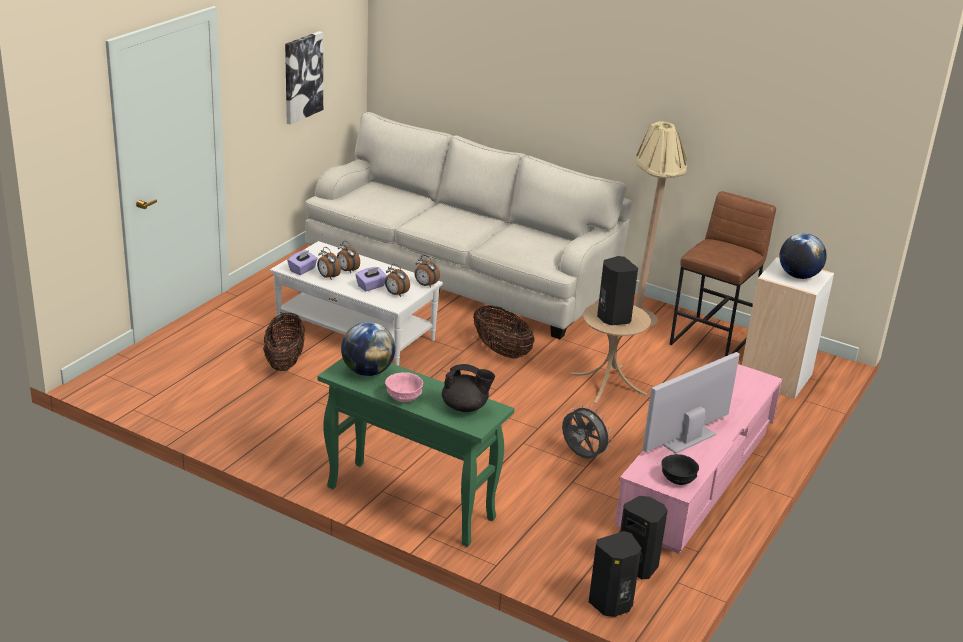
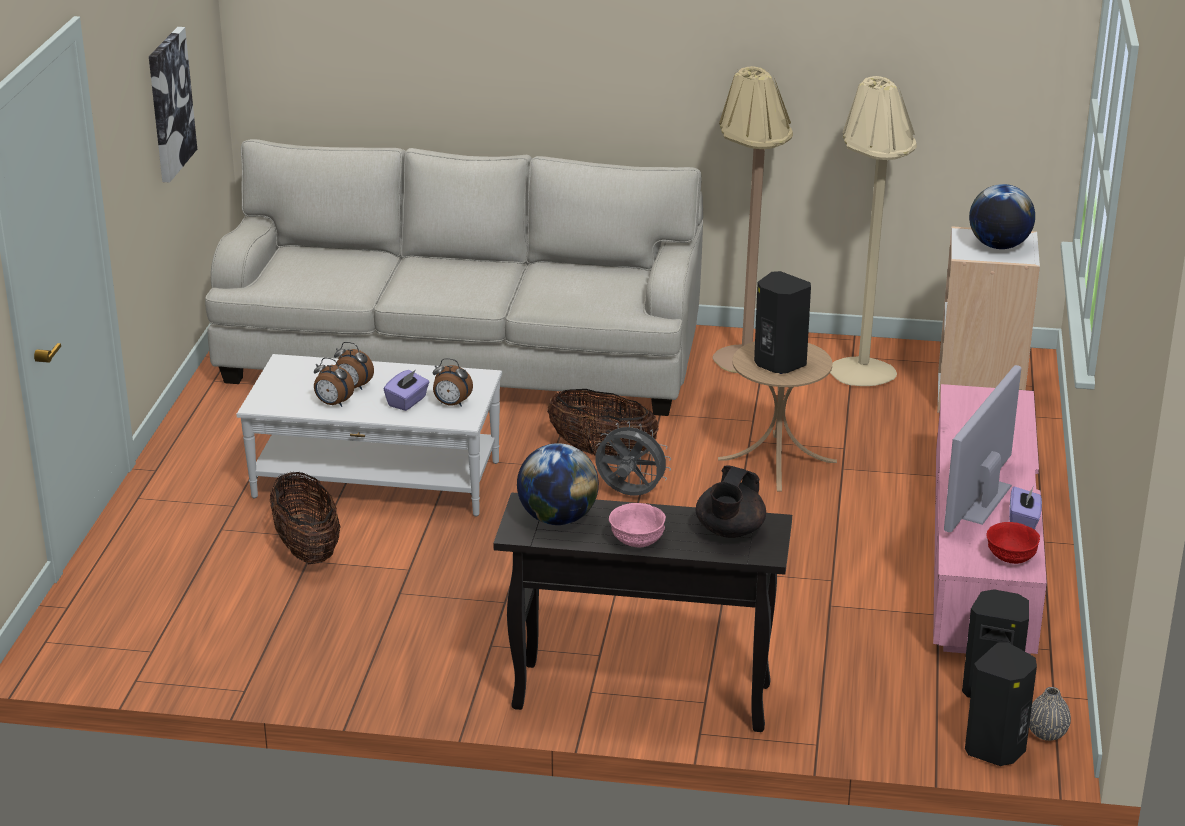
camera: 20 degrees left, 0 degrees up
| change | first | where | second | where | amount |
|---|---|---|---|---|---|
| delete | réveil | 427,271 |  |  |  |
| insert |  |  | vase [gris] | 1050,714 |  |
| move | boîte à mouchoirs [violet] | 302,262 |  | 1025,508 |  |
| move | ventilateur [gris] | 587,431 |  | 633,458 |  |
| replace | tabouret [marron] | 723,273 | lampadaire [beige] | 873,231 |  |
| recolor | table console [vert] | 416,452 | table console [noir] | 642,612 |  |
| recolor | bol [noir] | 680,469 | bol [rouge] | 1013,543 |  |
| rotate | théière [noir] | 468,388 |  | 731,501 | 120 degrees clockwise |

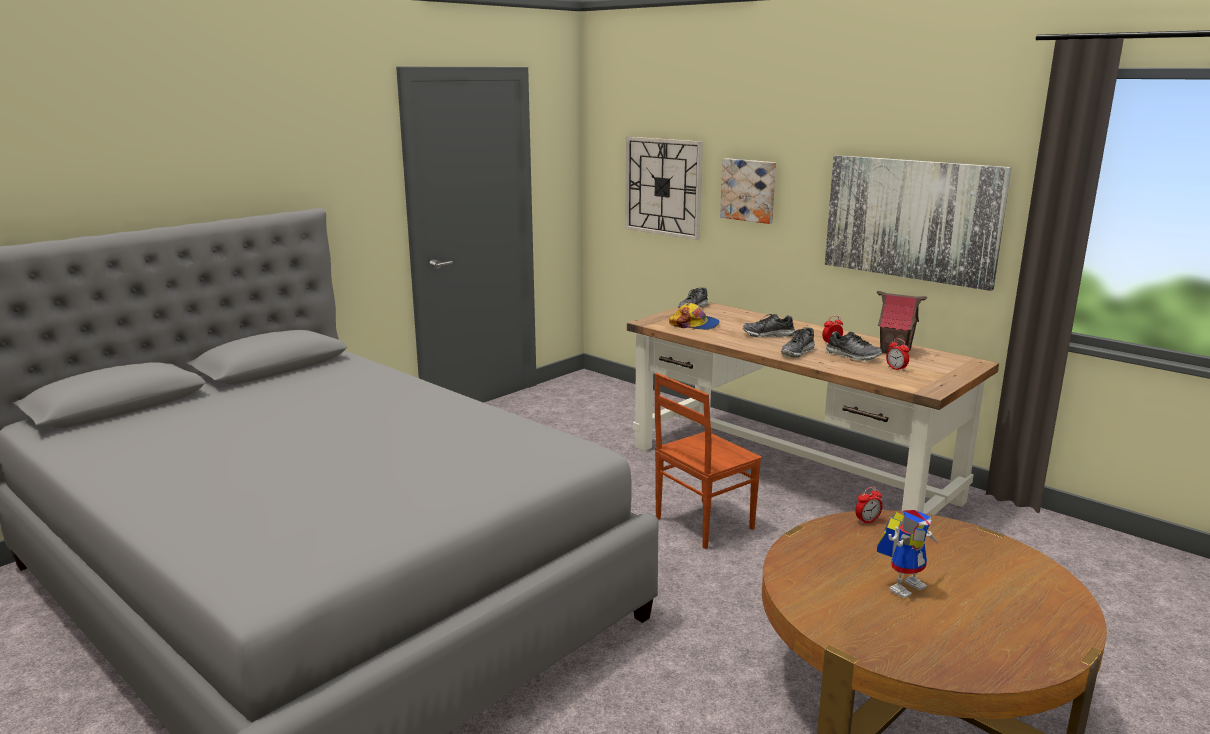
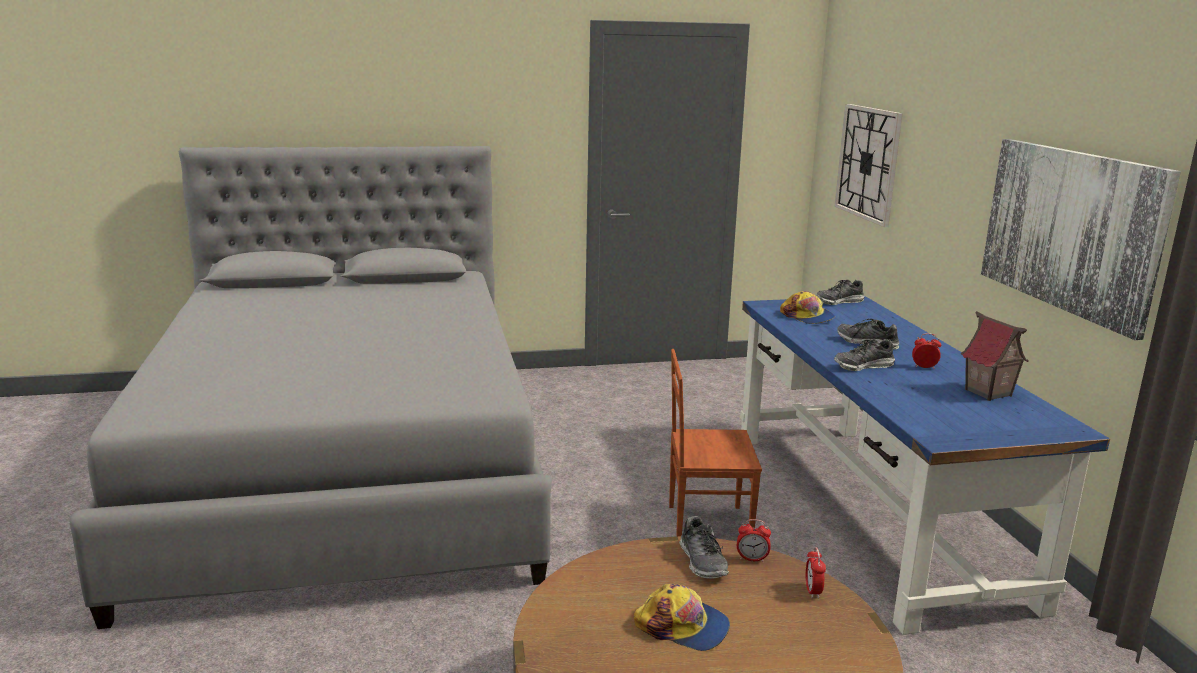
camera: 35 degrees right, 0 degrees up
| change | first | where | second | where | amount |
|---|---|---|---|---|---|
| delete | tableau | 748,191 |  |  |  |
| move | chaussure | 854,346 |  | 704,547 |  |
| move | réveil | 897,354 |  | 815,572 |  |
| replace | robot jouet | 907,554 | casquette | 682,617 |  |
| recolor | bureau [marron] | 813,408 | bureau [bleu] | 925,465 |  |

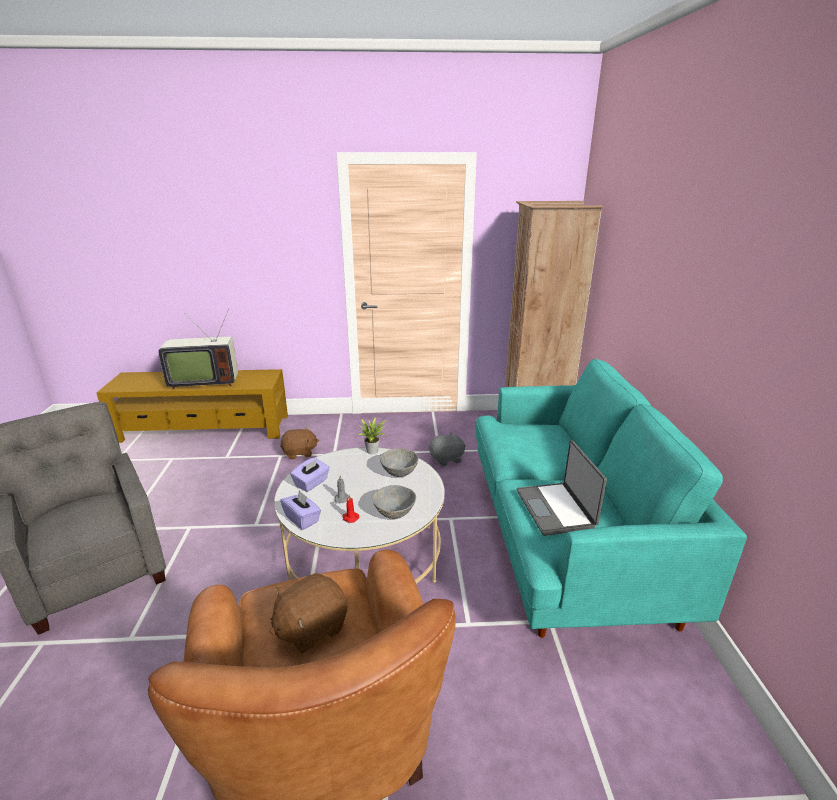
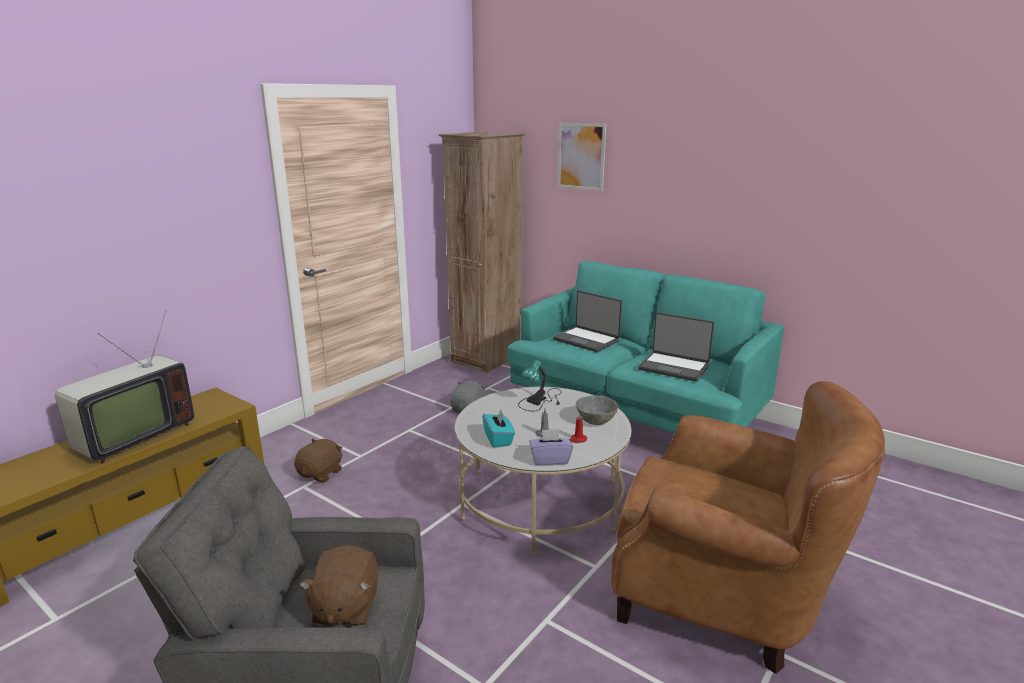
camera: 50 degrees left, 5 degrees down
| change | first | where | second | where | amount |
|---|---|---|---|---|---|
| delete | plante en pot | 372,435 |  |  |  |
| insert |  |  | ordinateur portable | 587,321 |  |
| insert |  |  | tableau | 582,157 |  |
| move | peluche [marron] | 308,613 |  | 338,586 |  |
| replace | bol [gris] | 399,462 | lampe de table | 539,385 |  |
| recolor | boîte à mouchoirs [violet] | 310,474 | boîte à mouchoirs [turquoise] | 498,428 |  |

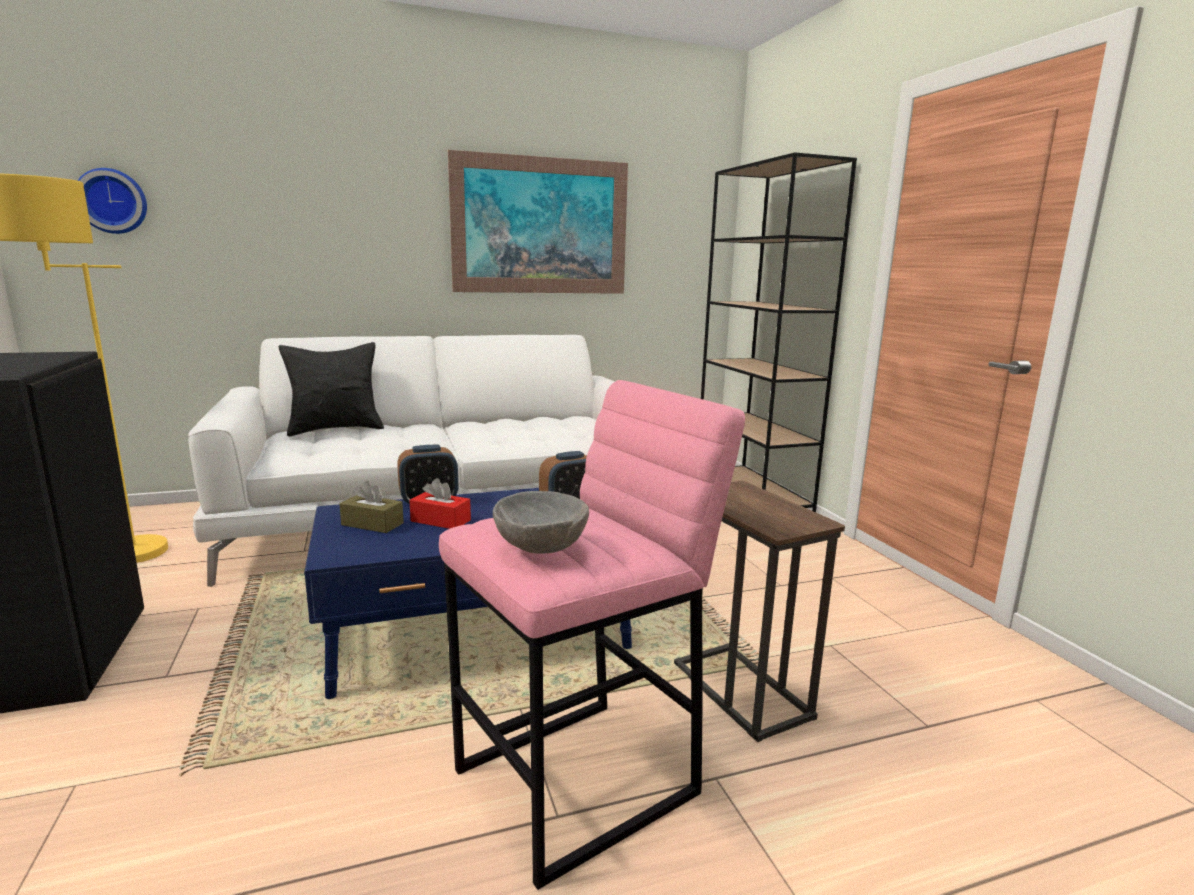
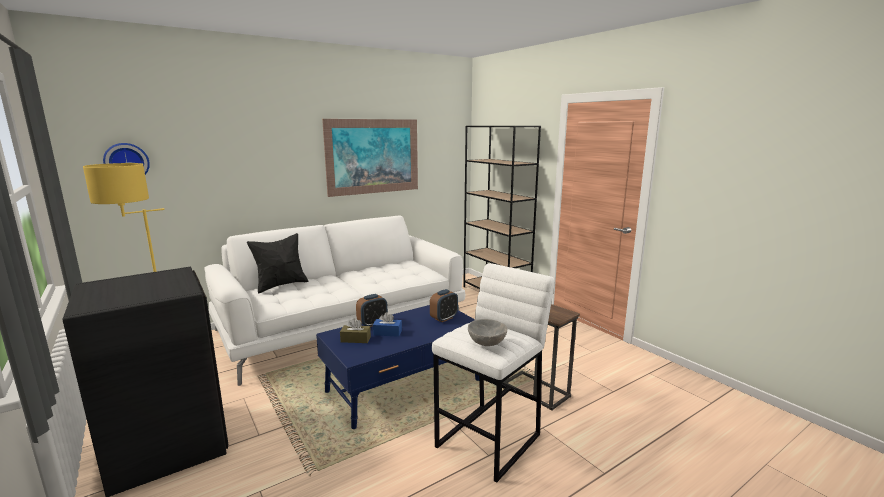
camera: 15 degrees left, 0 degrees up
| change | first | where | second | where | amount |
|---|---|---|---|---|---|
| recolor | boîte à mouchoirs [rouge] | 440,503 | boîte à mouchoirs [bleu] | 387,324 |  |
| recolor | tabouret [rose] | 592,635 | tabouret [blanc] | 493,372 |  |

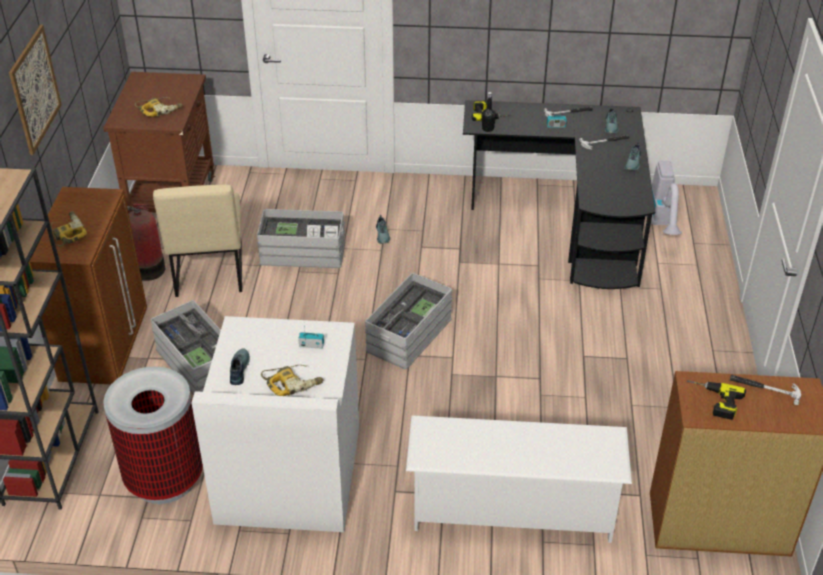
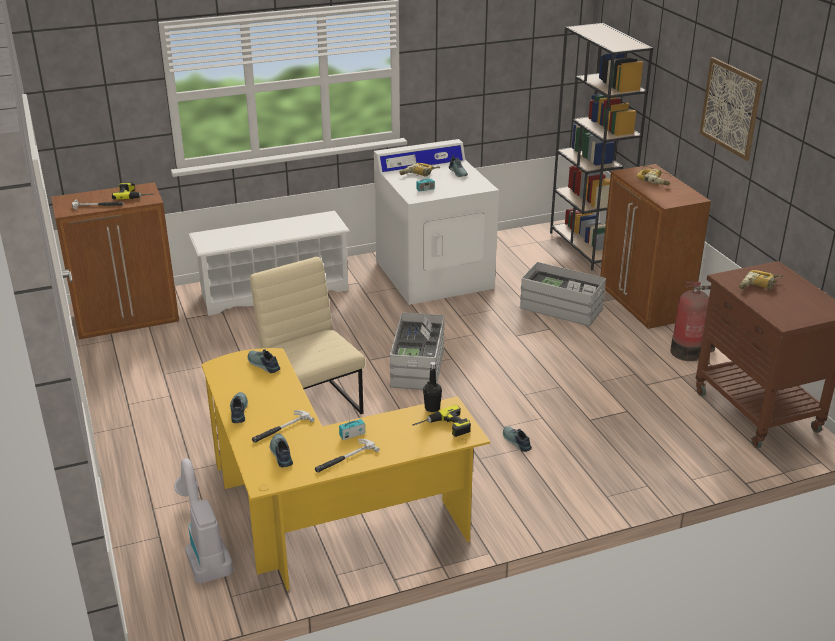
camera: 155 degrees right, 10 degrees down
| change | first | where | second | where | amount |
|---|---|---|---|---|---|
| delete | poubelle | 153,435 |  |  |  |
| delete | boîte de rangement [gris] | 301,238 |  |  |  |
| insert |  |  | chaussure | 263,361 |  |
| move | chaise [beige] | 197,240 |  | 307,335 |  |
| recolor | bureau [noir] | 559,194 | bureau [jaune] | 345,469 |  |

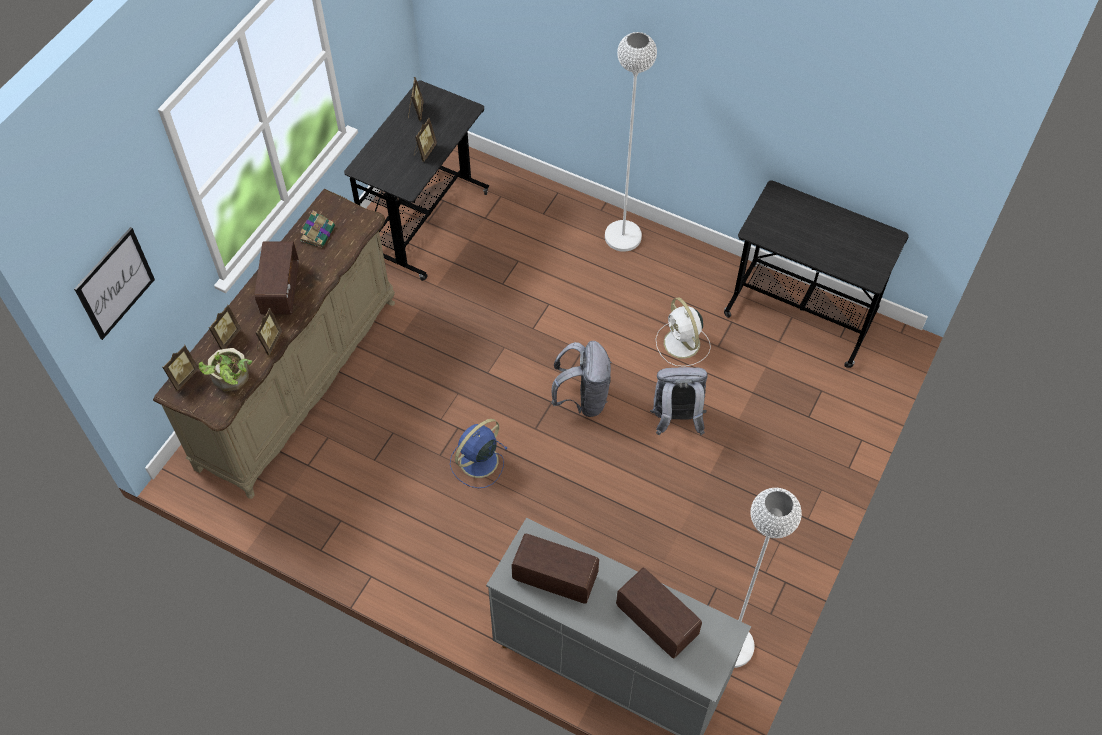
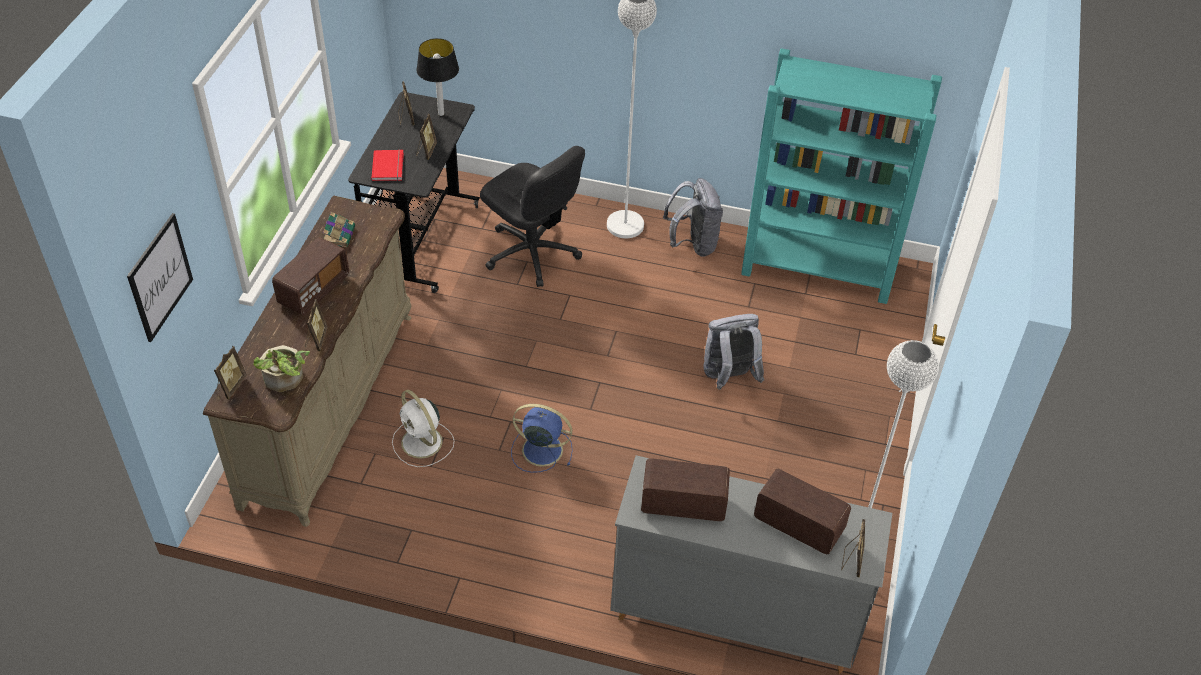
camera: 15 degrees left, 10 degrees down
| change | first | where | second | where | amount |
|---|---|---|---|---|---|
| insert |  |  | livre [rouge] | 387,165 |  |
| insert |  |  | lampe de table | 437,77 |  |
| insert |  |  | chaise de bureau [noir] | 532,216 |  |
| move | cadre photo | 225,327 |  | 853,548 |  |
| move | sac à dos [gris] | 581,379 |  | 693,217 |  |
| move | ventilateur [blanc] | 683,332 |  | 423,428 |  |
| replace | bureau [noir] | 816,274 | bibliothèque [turquoise] | 841,176 |  |
| rotate | radio | 277,278 |  | 310,276 | 45 degrees clockwise |
| rotate | ventilateur [bleu] | 479,453 |  | 542,438 | 75 degrees clockwise |

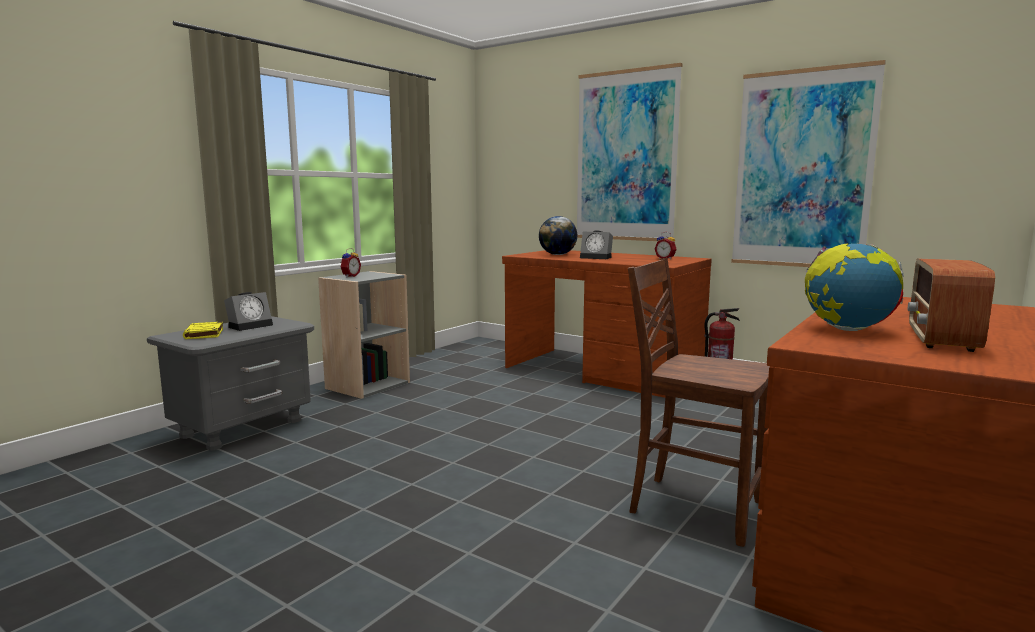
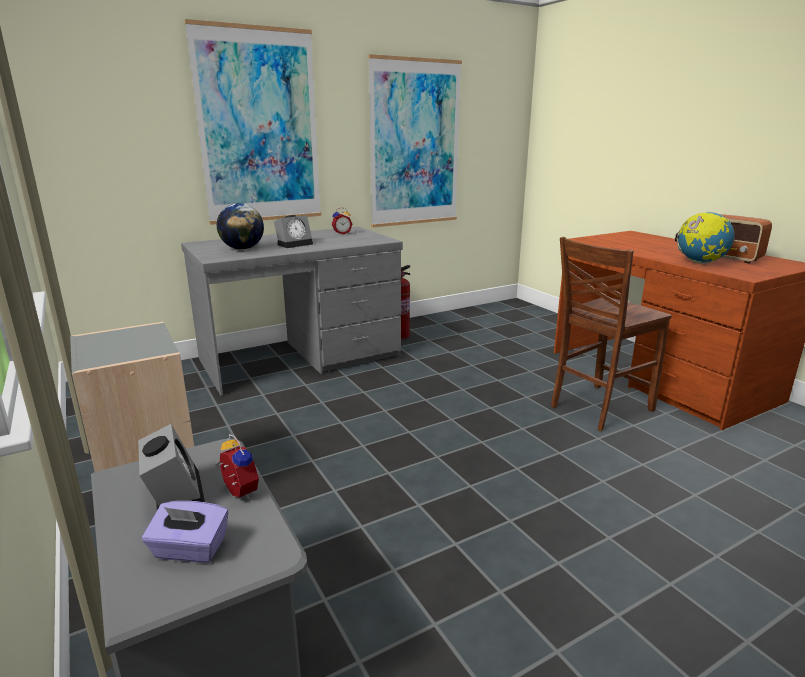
camera: 65 degrees left, 10 degrees up
| change | first | where | second | where | amount |
|---|---|---|---|---|---|
| move | réveil | 350,262 |  | 237,466 |  |
| replace | livre [jaune] | 203,330 | boîte à mouchoirs [violet] | 185,532 |  |
| recolor | bureau [marron] | 607,324 | bureau [gris] | 292,311 |  |

